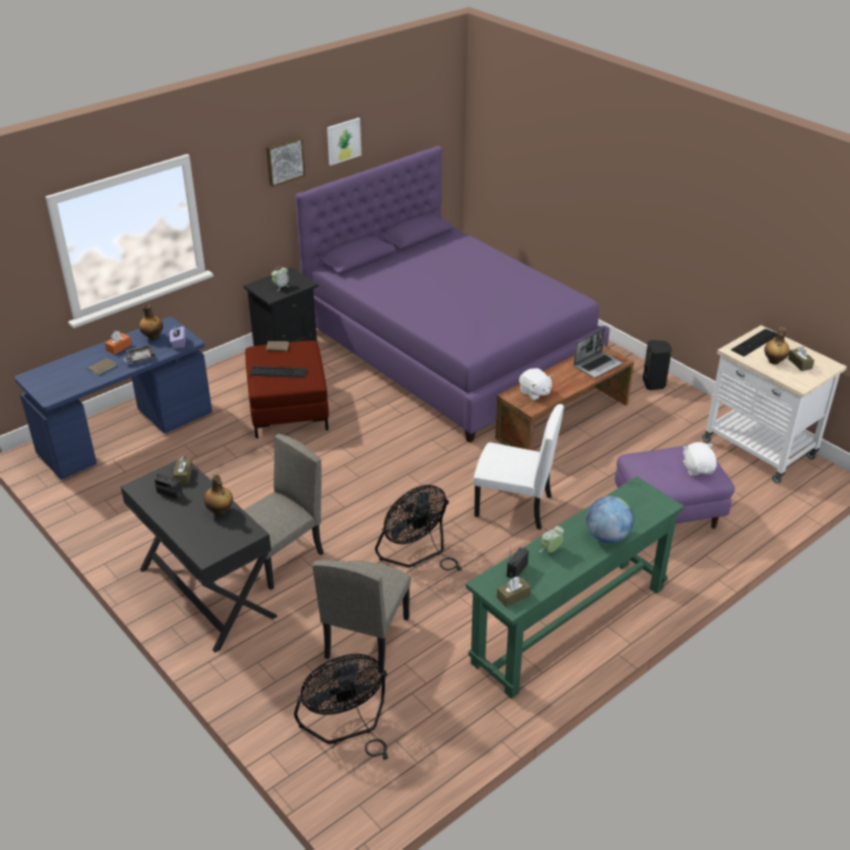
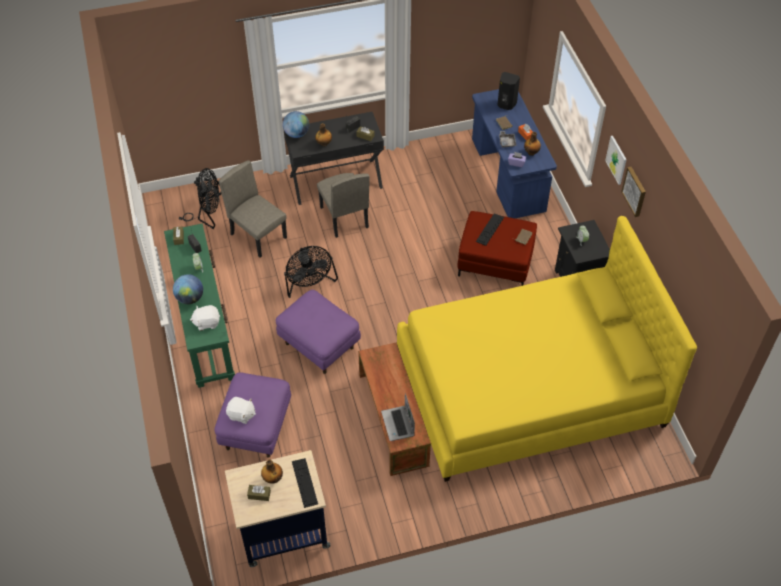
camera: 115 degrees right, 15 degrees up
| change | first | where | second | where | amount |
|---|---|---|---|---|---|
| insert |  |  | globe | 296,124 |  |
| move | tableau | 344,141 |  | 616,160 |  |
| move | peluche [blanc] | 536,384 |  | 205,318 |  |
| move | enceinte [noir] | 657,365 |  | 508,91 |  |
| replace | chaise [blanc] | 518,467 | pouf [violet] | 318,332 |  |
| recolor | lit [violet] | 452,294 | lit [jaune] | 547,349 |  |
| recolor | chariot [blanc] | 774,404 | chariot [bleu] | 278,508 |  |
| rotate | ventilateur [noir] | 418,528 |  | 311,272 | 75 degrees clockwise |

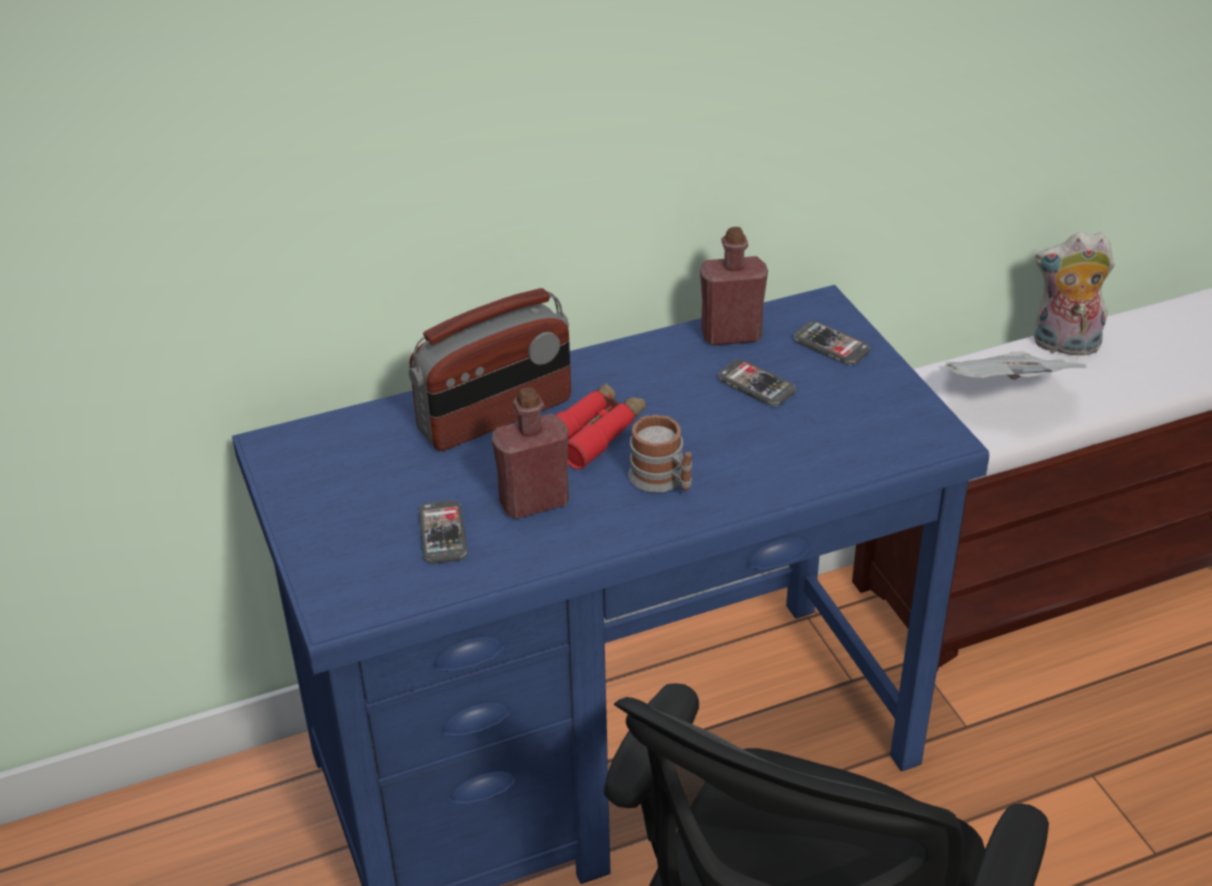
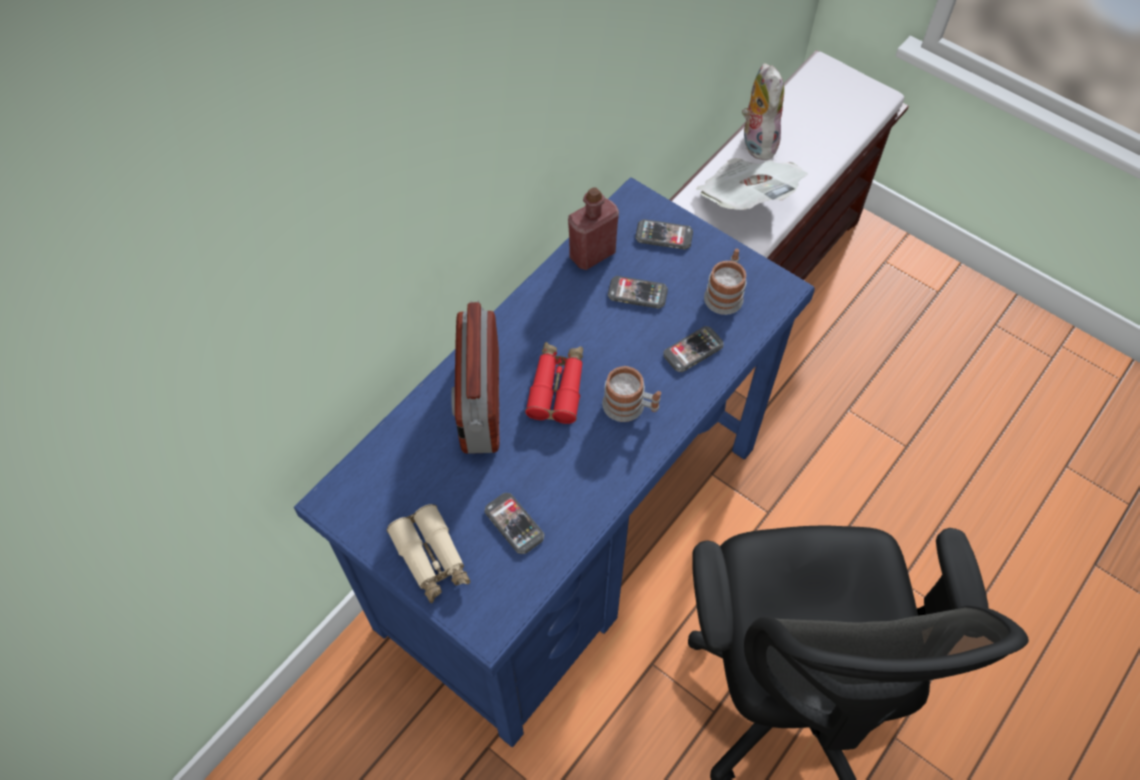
camera: 30 degrees left, 20 degrees up
| change | first | where | second | where | amount |
|---|---|---|---|---|---|
| delete | bouteille [rouge] | 530,453 |  |  |  |
| insert |  |  | jumelles [beige] | 428,553 |  |
| insert |  |  | téléphone | 693,349 |  |
| insert |  |  | mug | 725,282 |  |
| rotate | radio | 490,369 |  | 475,377 | 150 degrees clockwise |
| rotate | peluche | 1074,294 |  | 763,111 | 105 degrees clockwise |

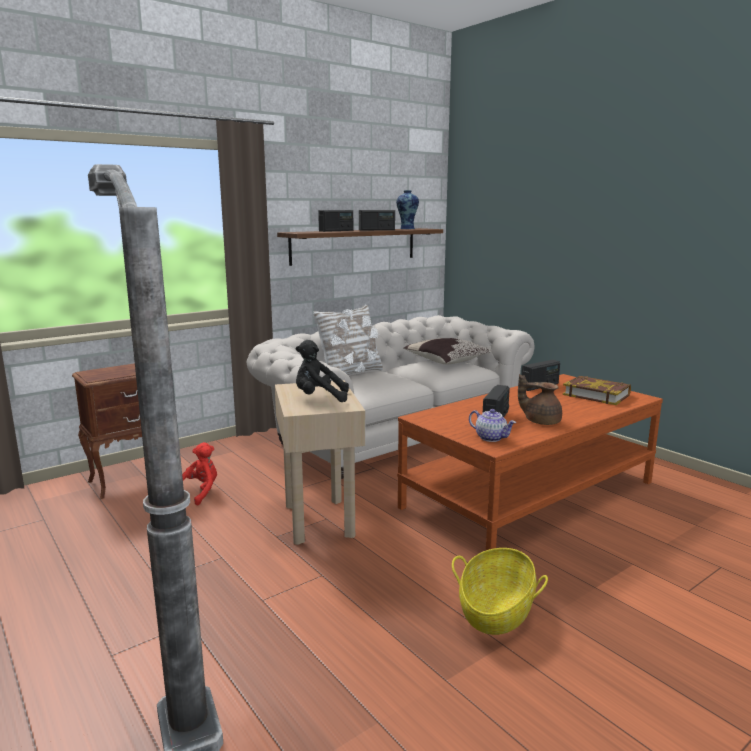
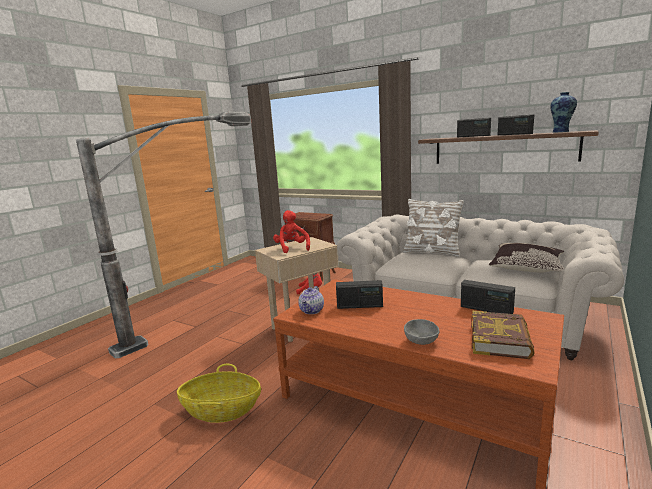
camera: 70 degrees right, 0 degrees up
| change | first | where | second | where | amount |
|---|---|---|---|---|---|
| delete | théière [marron] | 540,399 |  |  |  |
| insert |  |  | bol [gris] | 422,332 |  |
| recolor | peluche [noir] | 322,371 | peluche [rouge] | 291,231 |  |

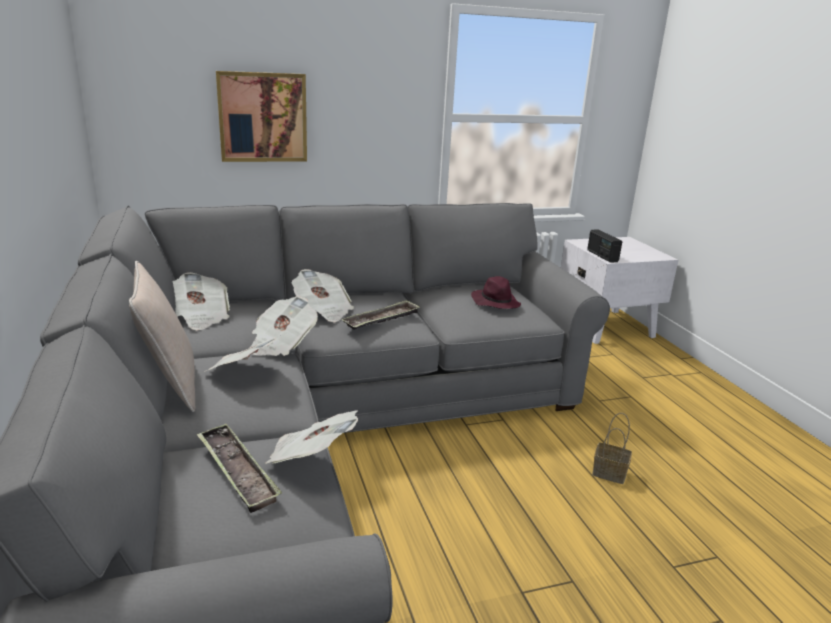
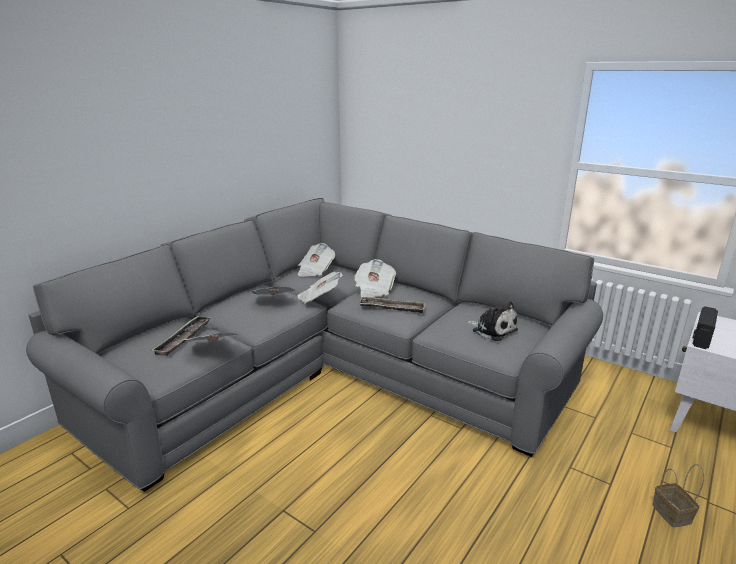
camera: 55 degrees right, 0 degrees up
| change | first | where | second | where | amount |
|---|---|---|---|---|---|
| delete | coussin [beige] | 162,336 |  |  |  |
| delete | tableau | 261,116 |  |  |  |
| move | panier | 612,448 |  | 678,495 |  |
| replace | chapeau [violet] | 496,292 | peluche | 492,321 |  |

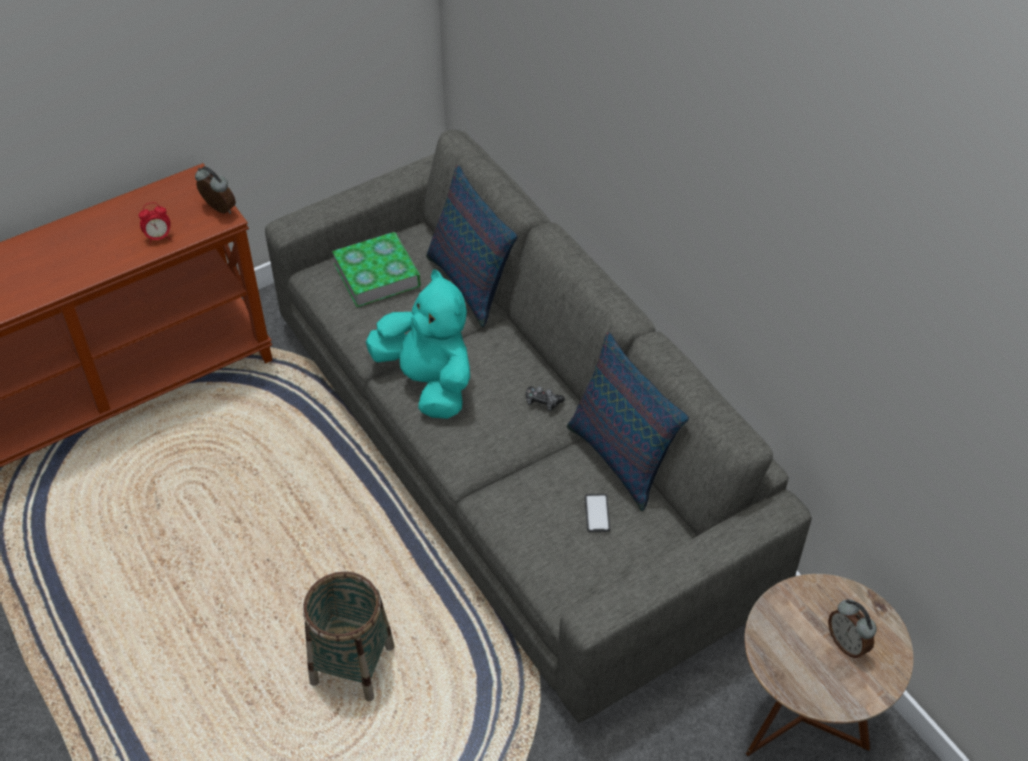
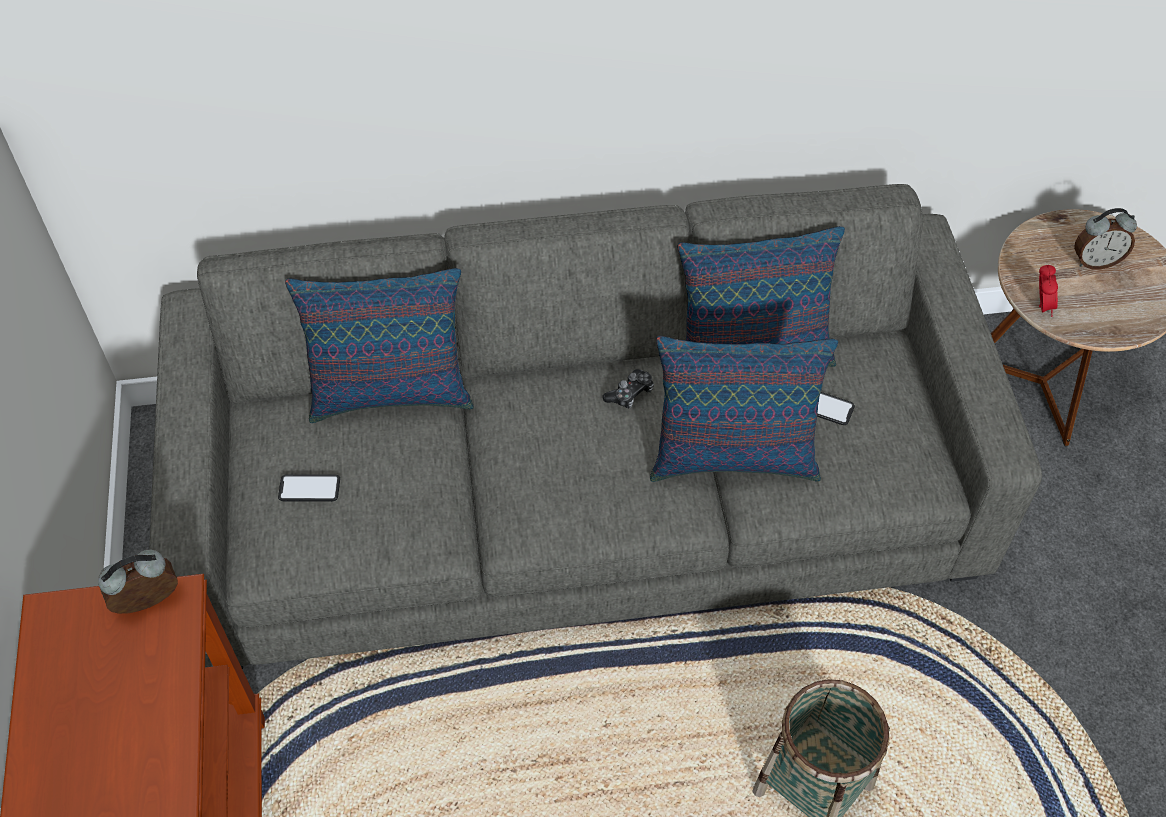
camera: 65 degrees left, 5 degrees up
| change | first | where | second | where | amount |
|---|---|---|---|---|---|
| delete | peluche [turquoise] | 418,344 |  |  |  |
| insert |  |  | coussin [bleu] | 744,409 |  |
| move | réveil | 155,223 |  | 1048,291 |  |
| replace | livre | 376,269 | téléphone | 309,488 |  |

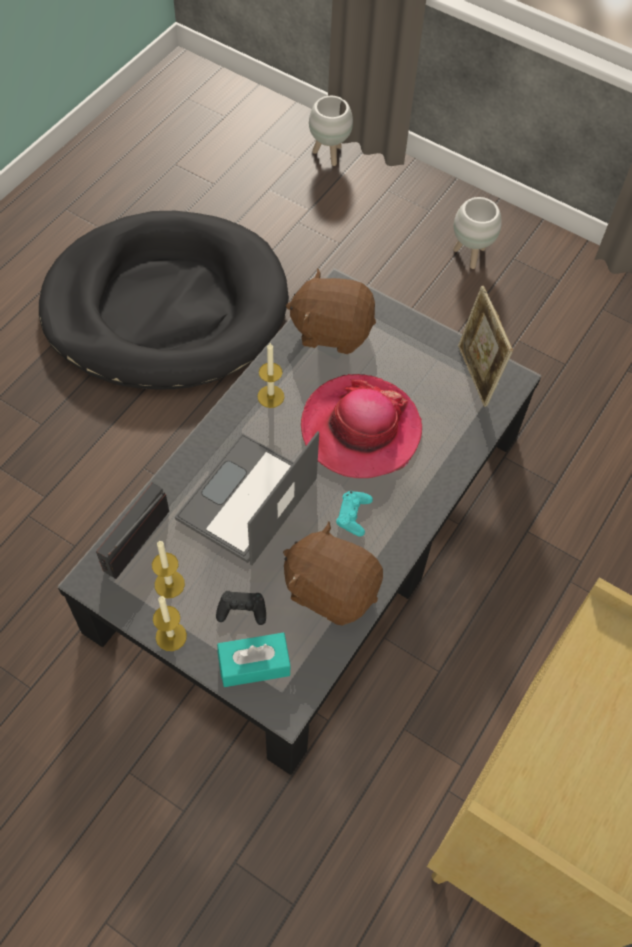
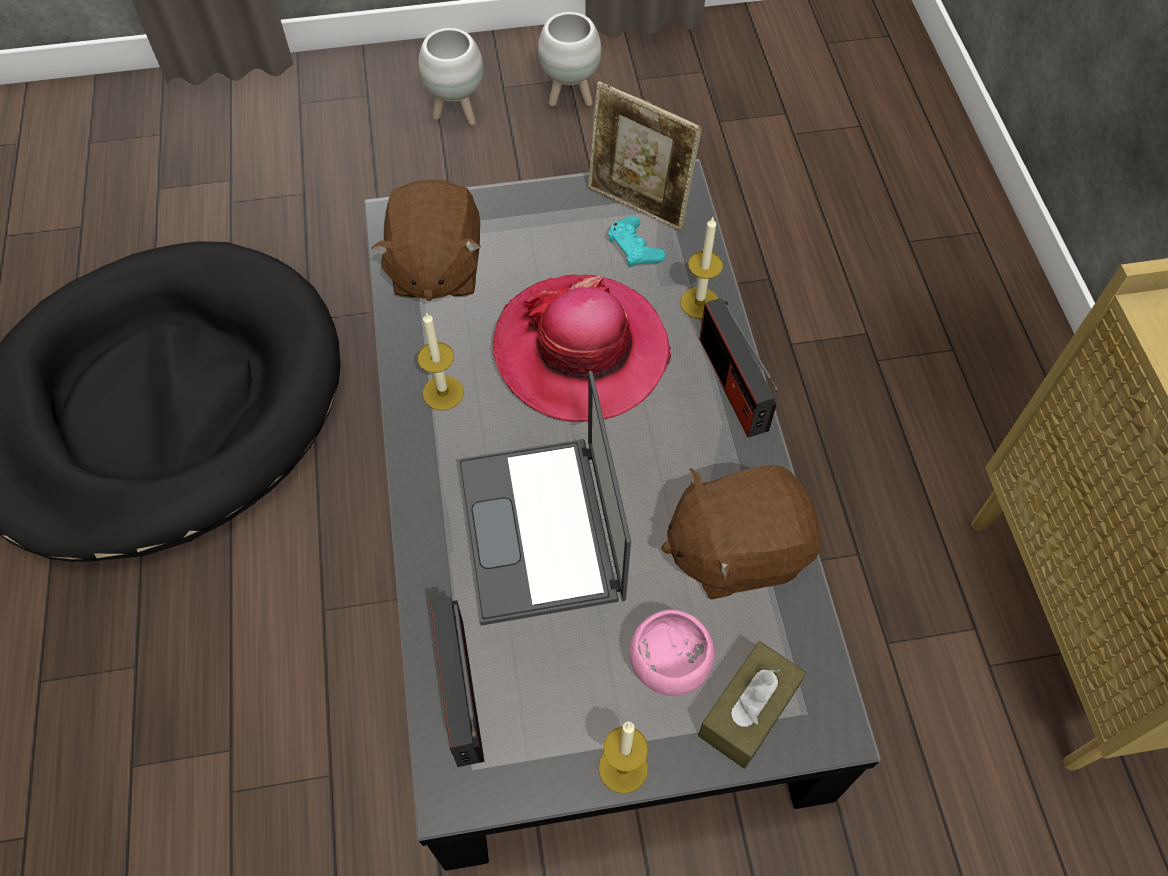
camera: 40 degrees left, 0 degrees up
| change | first | where | second | where | amount |
|---|---|---|---|---|---|
| insert |  |  | radio | 739,367 |  |
| move | bougie | 168,569 |  | 701,268 |  |
| move | cache-pot [blanc] | 331,131 |  | 569,59 |  |
| move | manette [turquoise] | 354,513 |  | 637,241 |  |
| replace | manette [noir] | 241,608 | bol [rose] | 672,652 |  |
| recolor | boîte à mouchoirs [turquoise] | 254,659 | boîte à mouchoirs [marron] | 752,705 |  |
| rotate | peluche [marron] | 331,311 |  | 426,240 | 60 degrees counterclockwise |

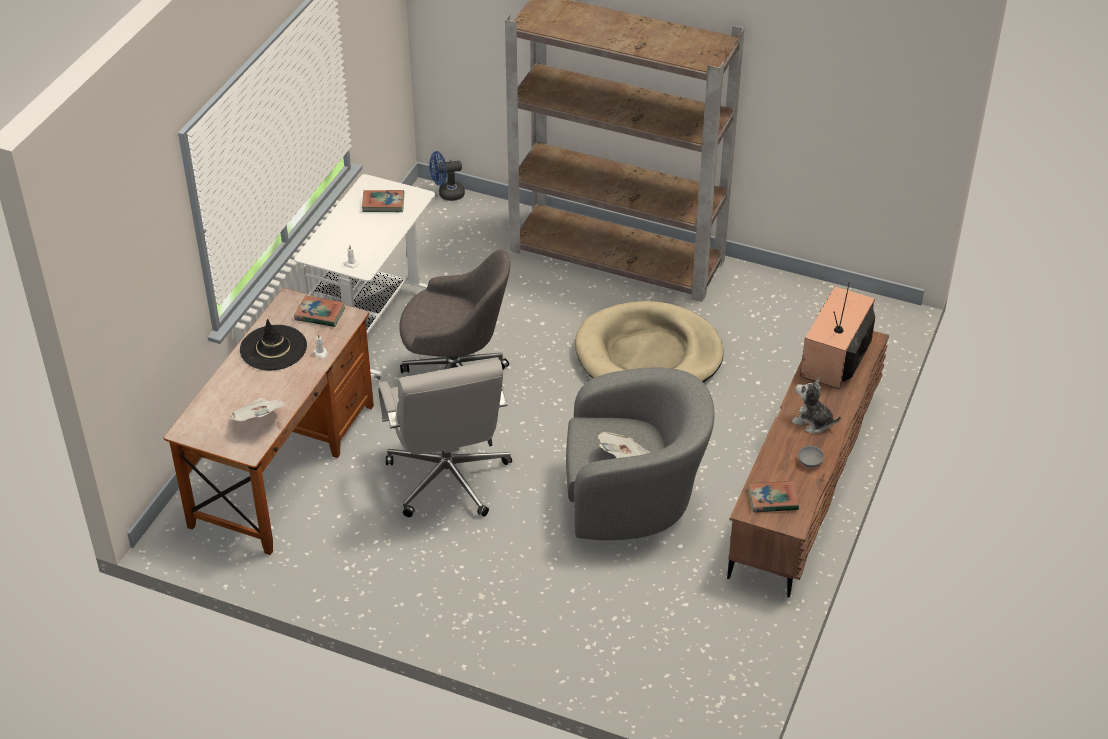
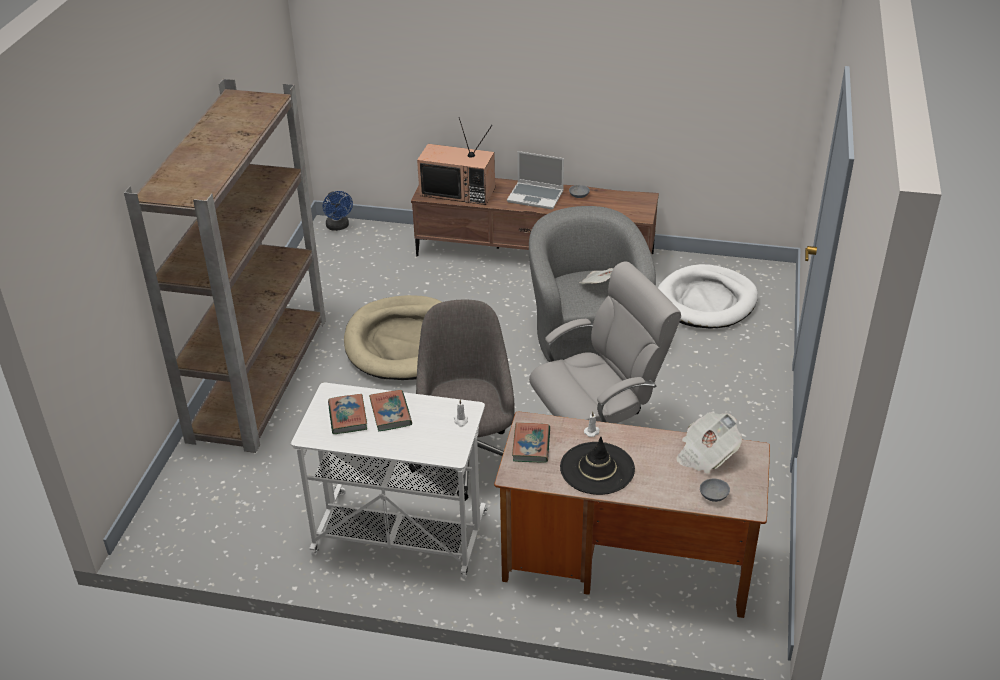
camera: 100 degrees left, 5 degrees down
| change | first | where | second | where | amount |
|---|---|---|---|---|---|
| insert |  |  | panier pour chien [blanc] | 708,296 |  |
| insert |  |  | bol [gris] | 715,490 |  |
| move | ventilateur [bleu] | 447,176 |  | 338,211 |  |
| move | livre | 773,496 |  | 390,410 |  |
| replace | peluche | 816,405 | ordinateur portable | 535,180 |  |

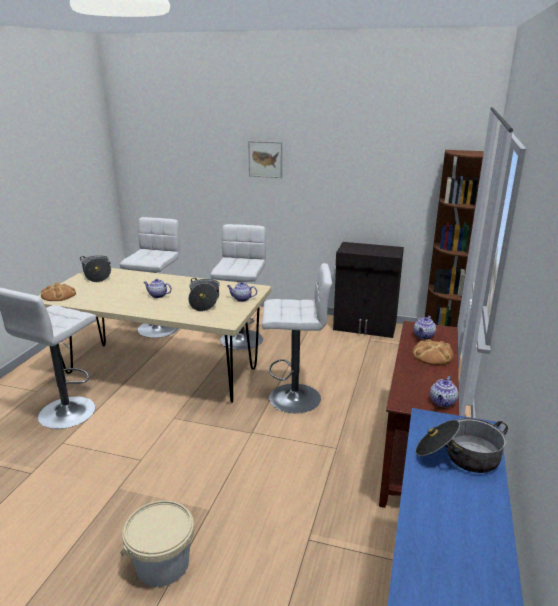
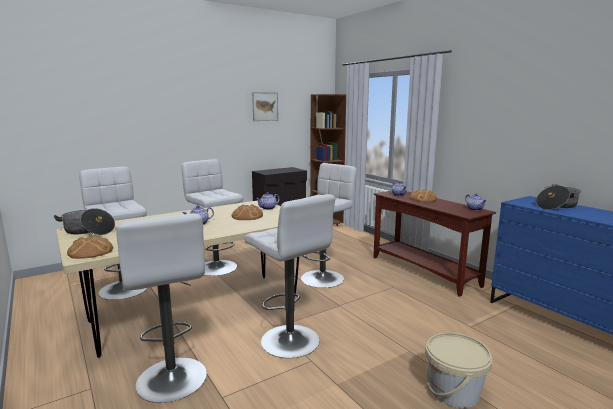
camera: 50 degrees left, 10 degrees down
| change | first | where | second | where | amount |
|---|---|---|---|---|---|
| insert |  |  | tabouret [blanc] | 290,276 |  |
| move | tableau | 265,159 |  | 265,106 |  |
| replace | marmite | 204,294 | pain | 247,212 |  |

